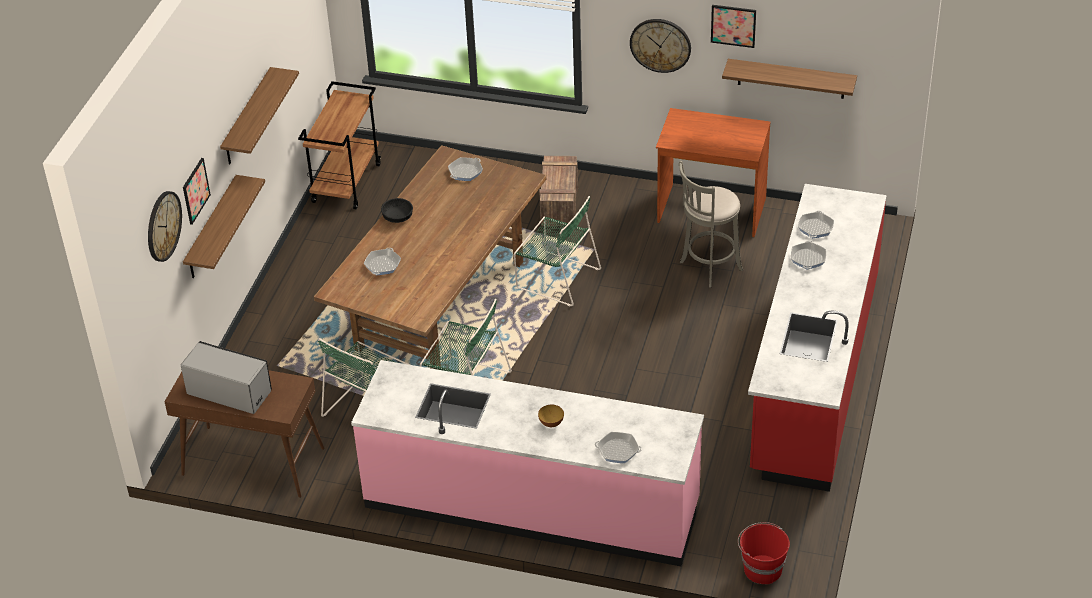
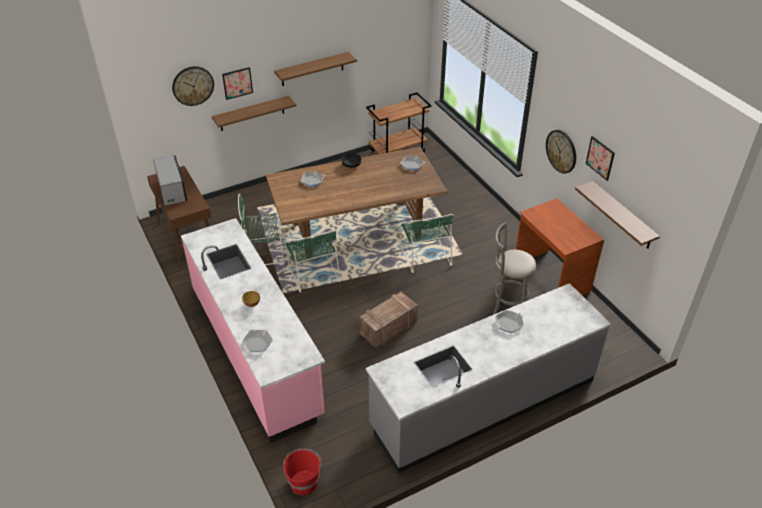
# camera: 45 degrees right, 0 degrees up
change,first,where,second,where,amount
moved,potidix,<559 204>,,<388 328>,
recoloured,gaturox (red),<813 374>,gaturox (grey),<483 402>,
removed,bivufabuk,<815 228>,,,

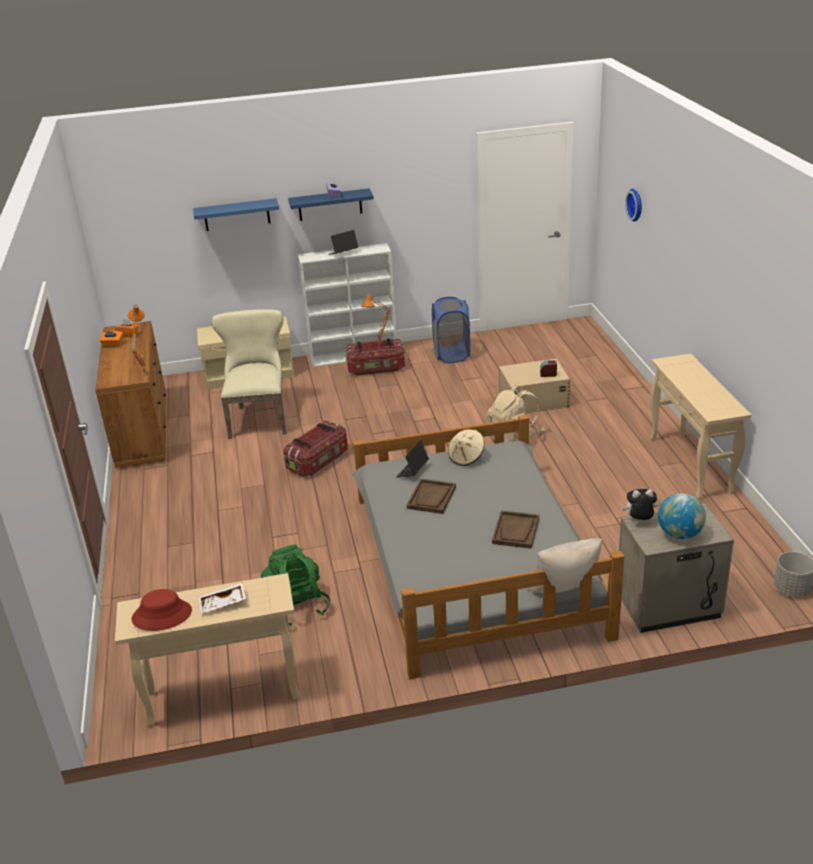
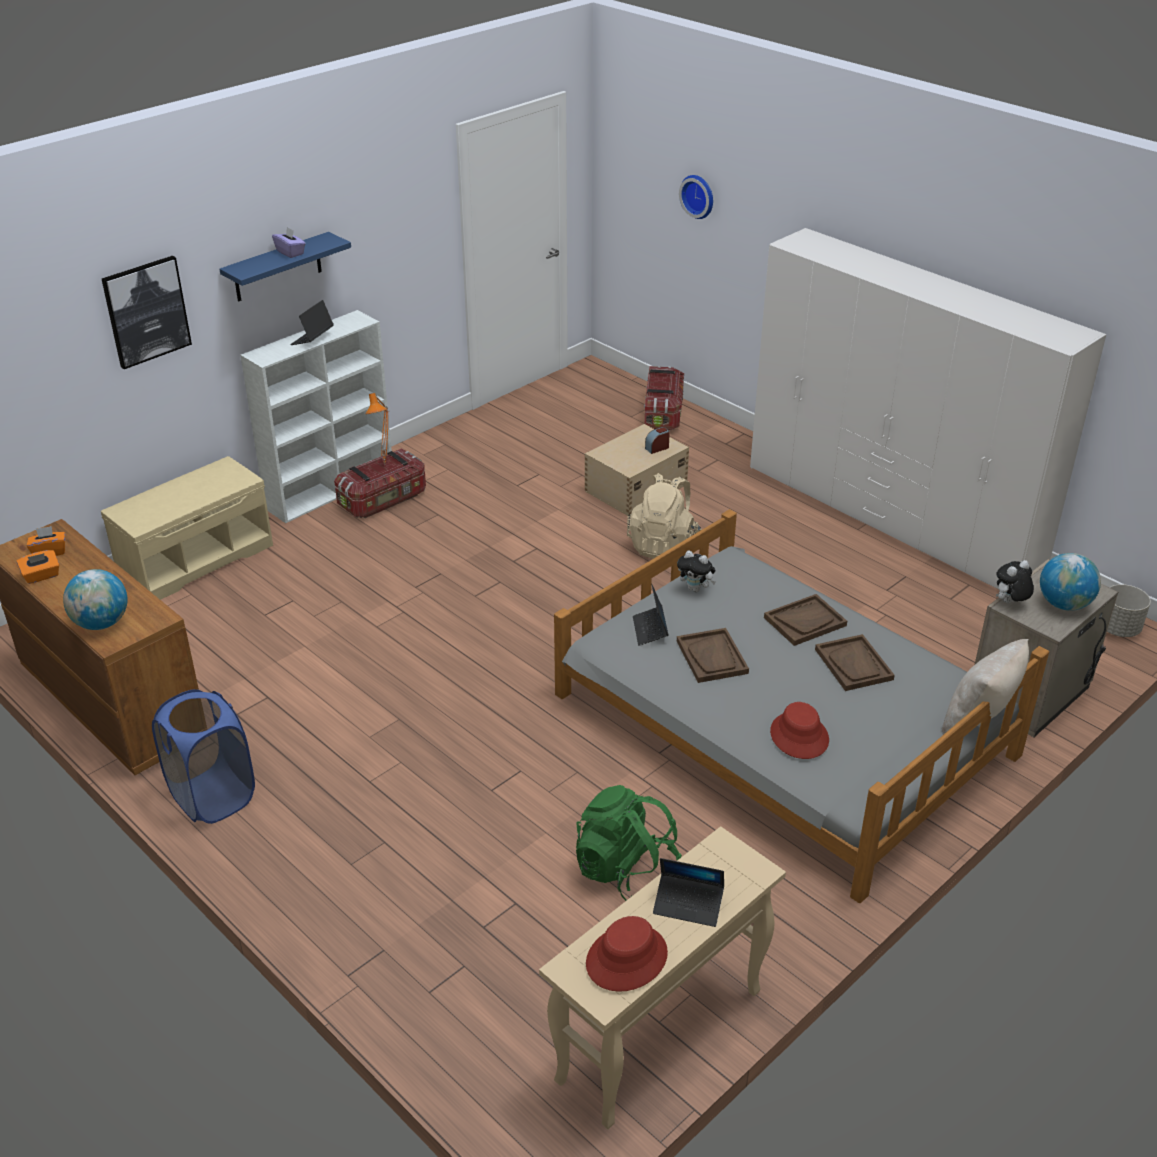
# camera: 35 degrees left, 5 degrees up
change,first,where,second,where,amount
removed,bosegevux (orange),<143 373>,,,
replaced,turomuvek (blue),<236 215>,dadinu,<146 311>,
replaced,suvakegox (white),<223 604>,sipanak,<688 905>,
removed,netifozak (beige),<259 418>,,,
moved,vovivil,<319 461>,,<662 414>,
moved,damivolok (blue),<451 355>,,<212 796>,
replaced,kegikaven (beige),<466 457>,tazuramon,<695 589>,
replaced,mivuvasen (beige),<691 465>,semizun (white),<889 518>,
added,,,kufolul,<101 623>,
added,,,suvakegox (brown),<805 621>,
added,,,kegikaven (red),<799 736>,

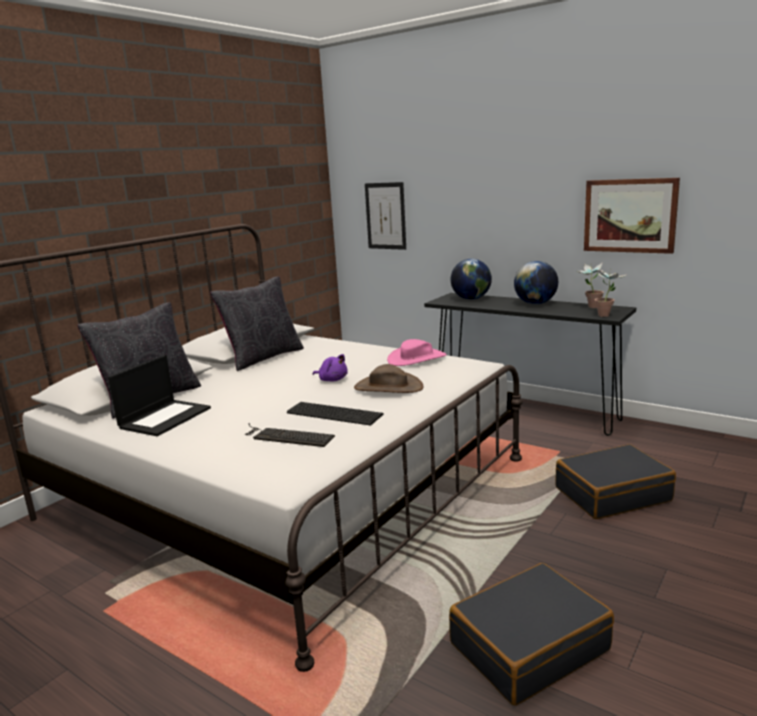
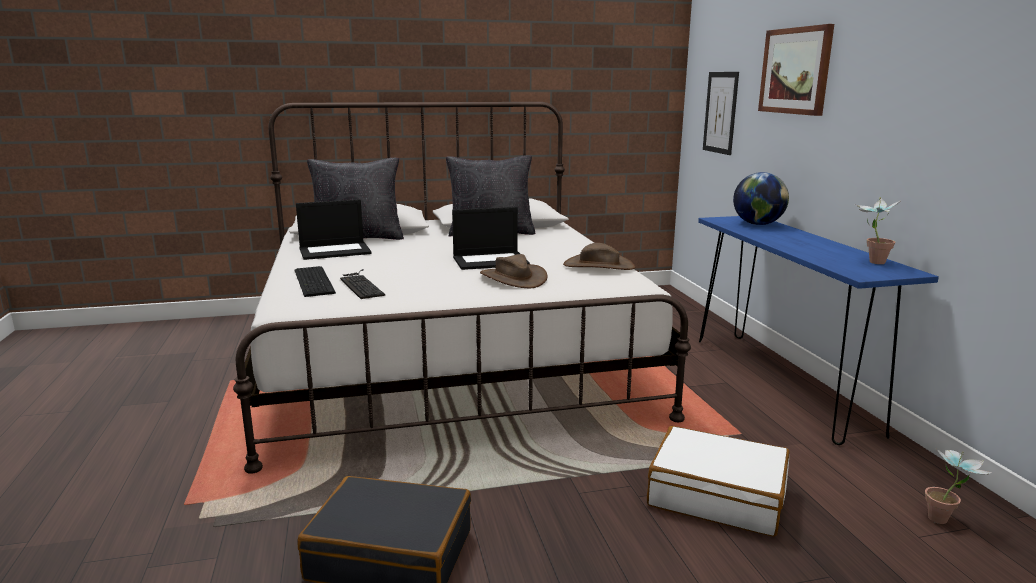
# camera: 40 degrees right, 0 degrees up
change,first,where,second,where,amount
moved,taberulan,<334 413>,,<315 281>,
replaced,tazuramon (purple),<332 380>,sipanak,<491 261>,
recoloured,kegikaven (pink),<417 359>,kegikaven (brown),<598 266>,
recoloured,mivuvasen (black),<523 410>,mivuvasen (blue),<780 382>,
removed,kufolul,<535 303>,,,
recoloured,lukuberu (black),<612 494>,lukuberu (white),<717 495>,
moved,dadinu,<630 215>,,<795 71>,
moved,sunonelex,<607 315>,,<945 520>,

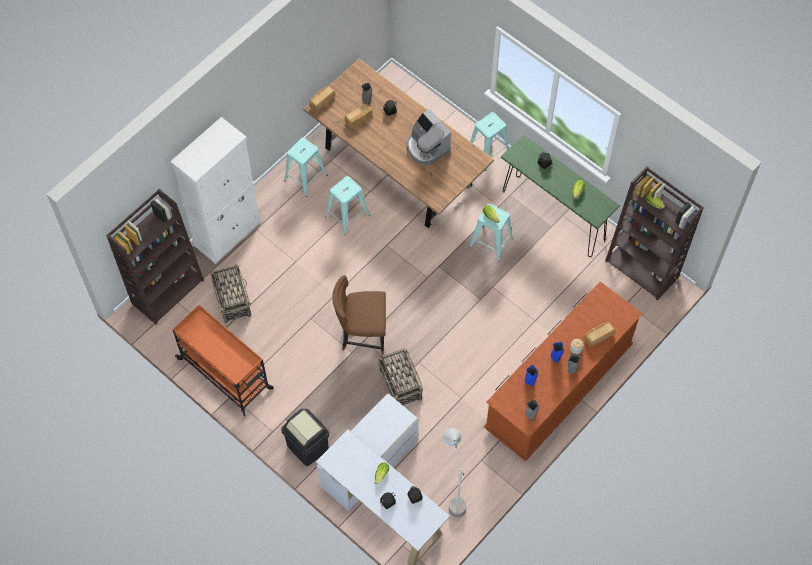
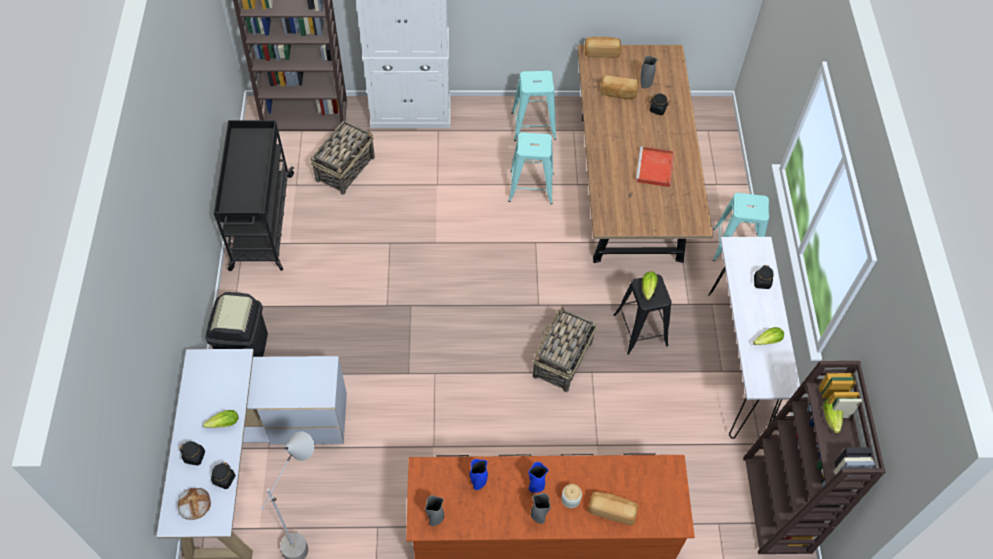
# camera: 45 degrees right, 5 degrees down
change,first,where,second,where,amount
recoloured,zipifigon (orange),<226 374>,zipifigon (black),<261 222>,
removed,netifozak (brown),<362 334>,,,
moved,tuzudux,<400 385>,,<562 360>,
replaced,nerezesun,<427 147>,suvakegox (red),<655 169>,
recoloured,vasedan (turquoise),<491 242>,vasedan (black),<640 330>,
recoloured,mivuvasen (green),<553 215>,mivuvasen (white),<736 362>,
added,,,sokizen,<194 504>,

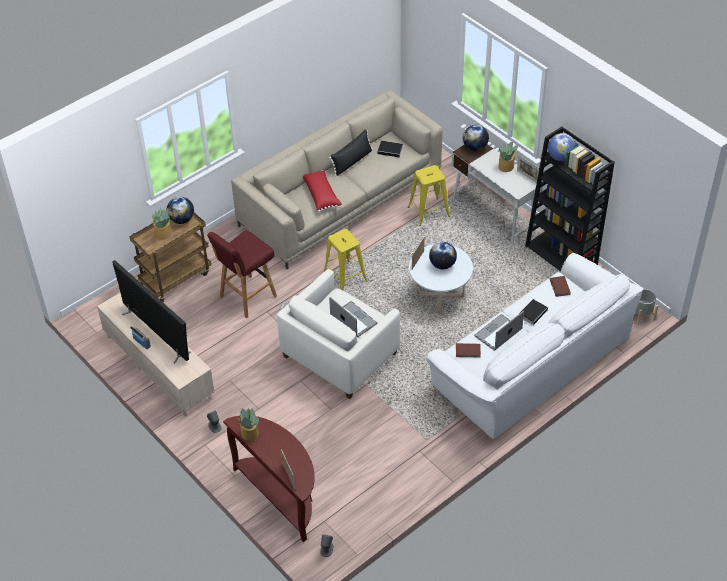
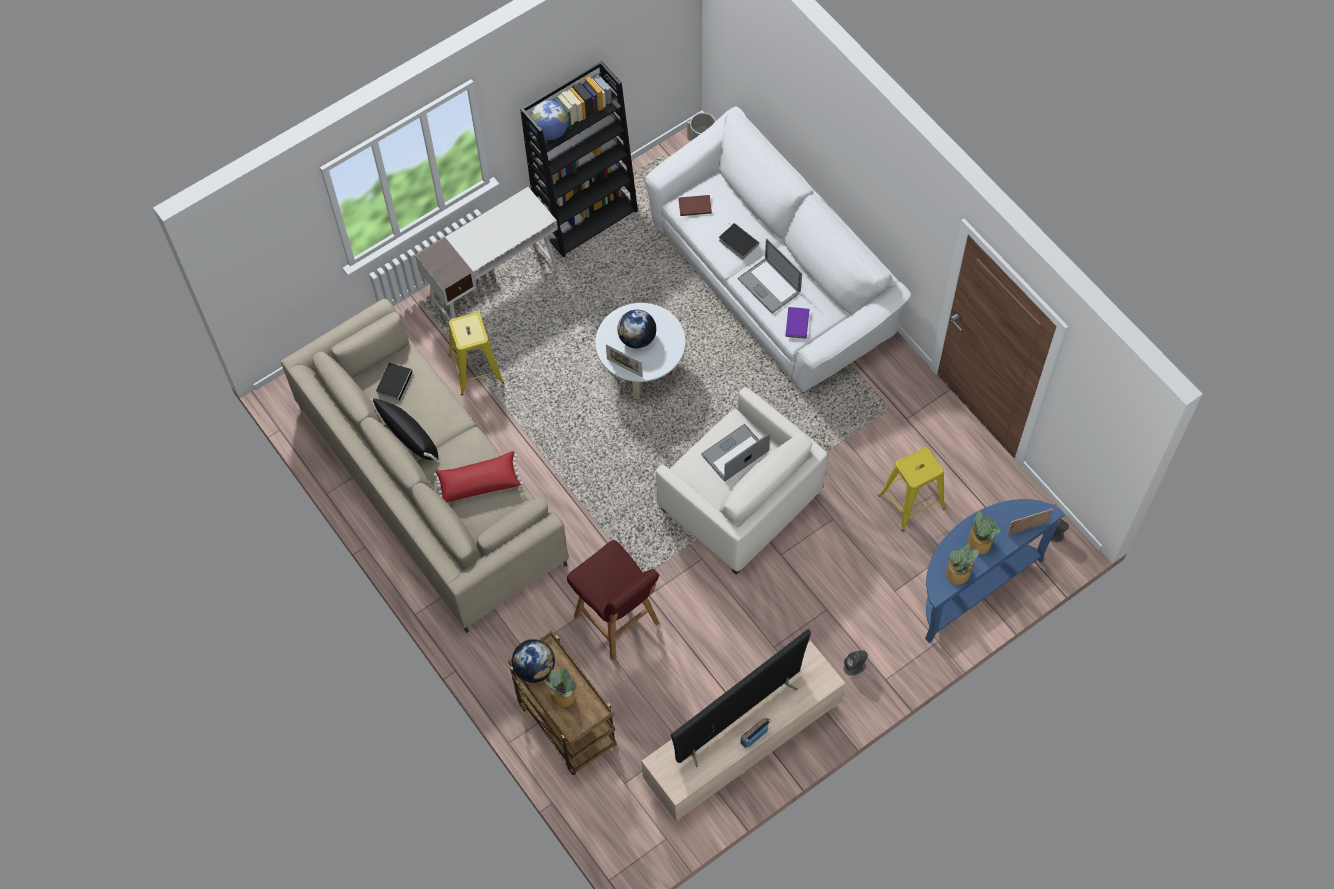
# camera: 85 degrees left, 15 degrees up
change,first,where,second,where,amount
recoloured,mivuvasen (brown),<280 496>,mivuvasen (blue),<972 585>,
moved,vasedan (yellow),<345 277>,,<911 502>,
recoloured,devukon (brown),<468 351>,devukon (purple),<798 323>,
removed,kufolul,<475 147>,,,
moved,sunonelex,<506 167>,,<979 542>,
removed,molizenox,<527 177>,,,

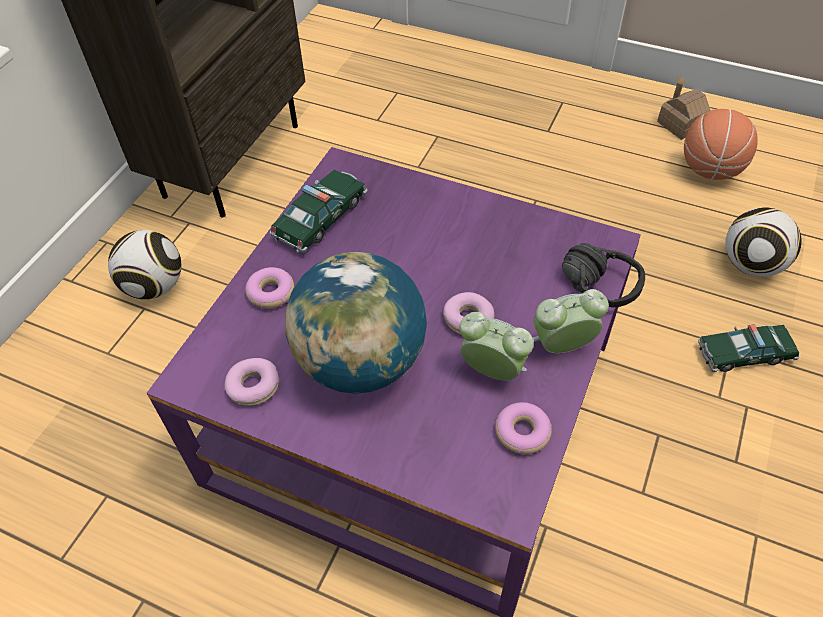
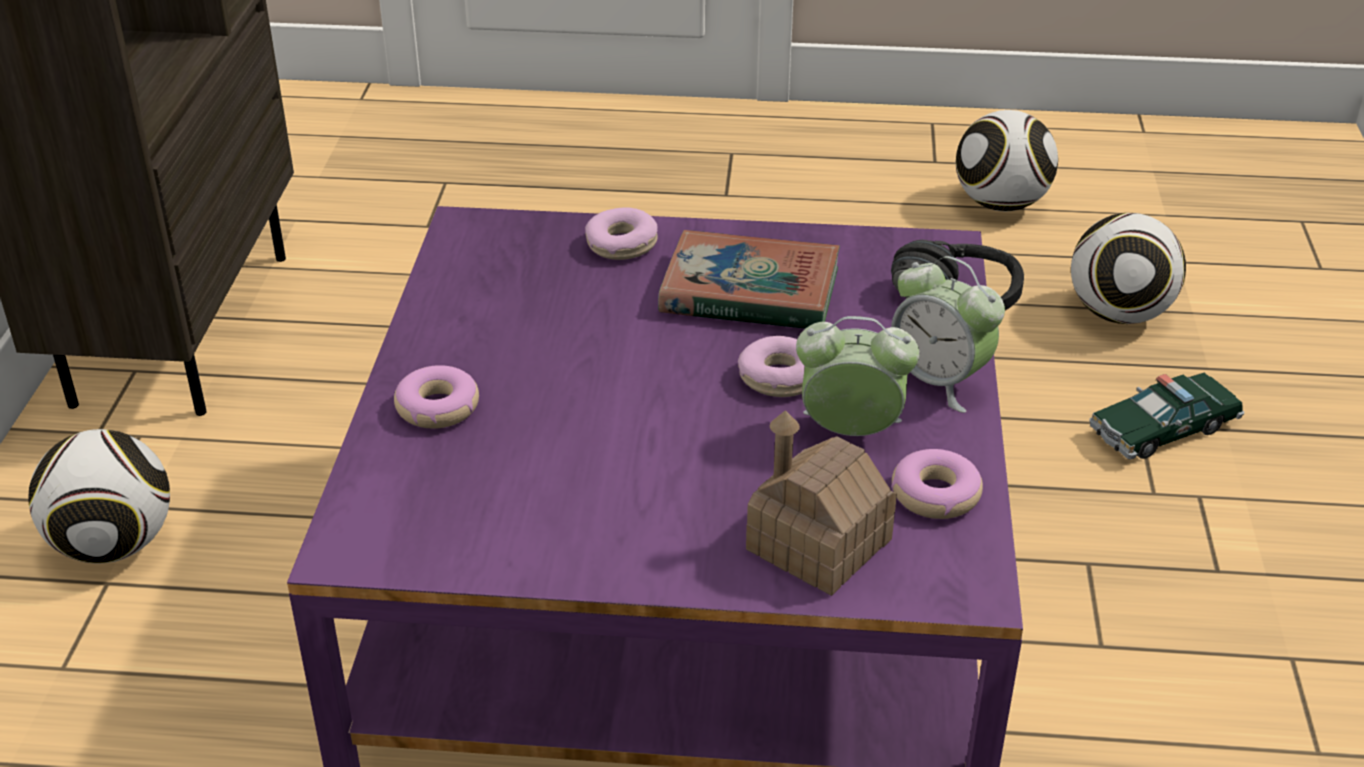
# camera: 20 degrees left, 15 degrees down
change,first,where,second,where,amount
moved,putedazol,<253 386>,,<621 244>,
removed,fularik,<321 218>,,,
removed,kufolul,<361 362>,,,
turned,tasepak,<562 346>,,<938 381>,105 degrees counterclockwise
moved,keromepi,<681 124>,,<818 544>,
replaced,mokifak,<710 169>,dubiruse,<1001 203>,
added,,,devukon,<750 292>,

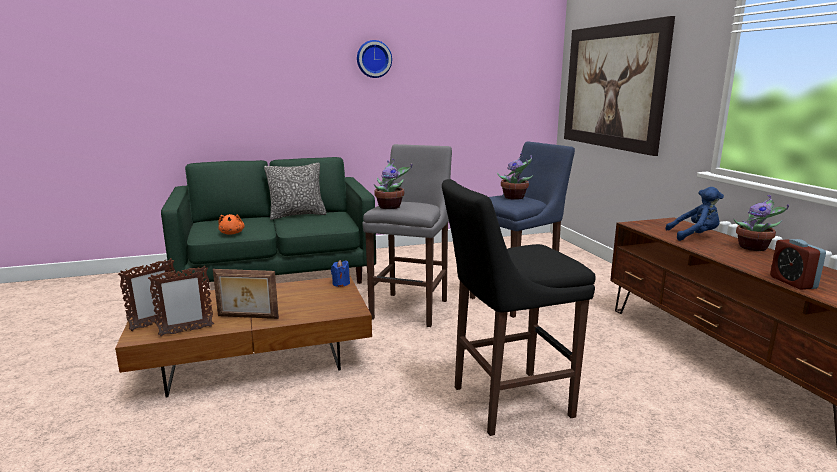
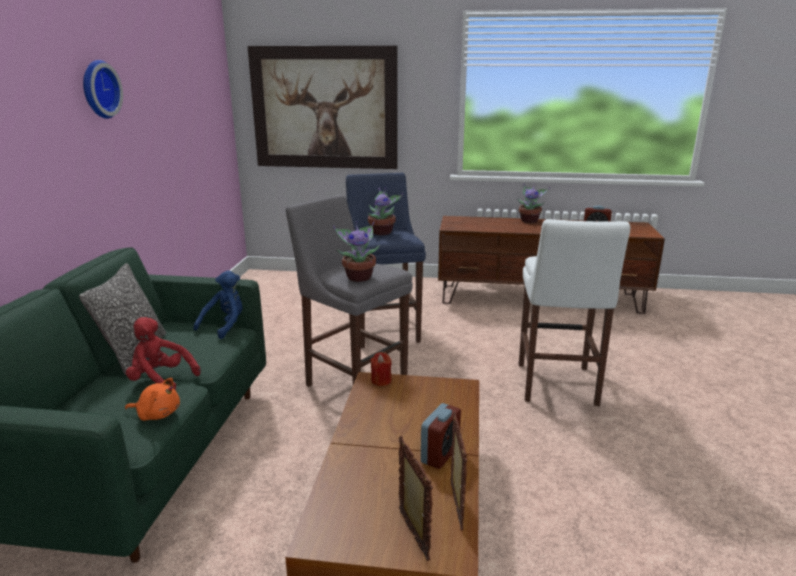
# camera: 65 degrees left, 5 degrees up
change,first,where,second,where,amount
replaced,molizenox,<247 317>,tasepak,<440 454>,
recoloured,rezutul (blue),<341 284>,rezutul (red),<381 381>,
recoloured,vasedan (black),<506 402>,vasedan (white),<556 386>,
moved,tazuramon (blue),<695 236>,,<225 326>,
added,,,tazuramon (red),<160 381>,

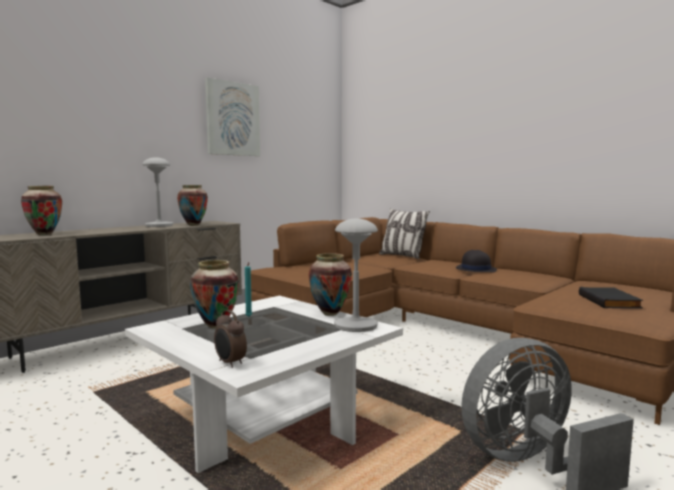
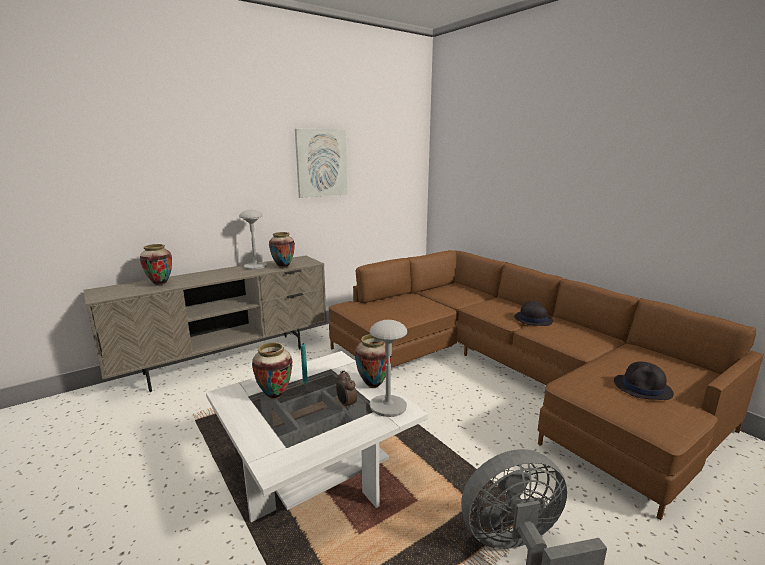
# camera: 10 degrees right, 10 degrees up
change,first,where,second,where,amount
moved,tasepak,<230 363>,,<346 405>,
removed,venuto,<402 256>,,,
replaced,devukon (black),<610 301>,kegikaven (black),<643 388>,

